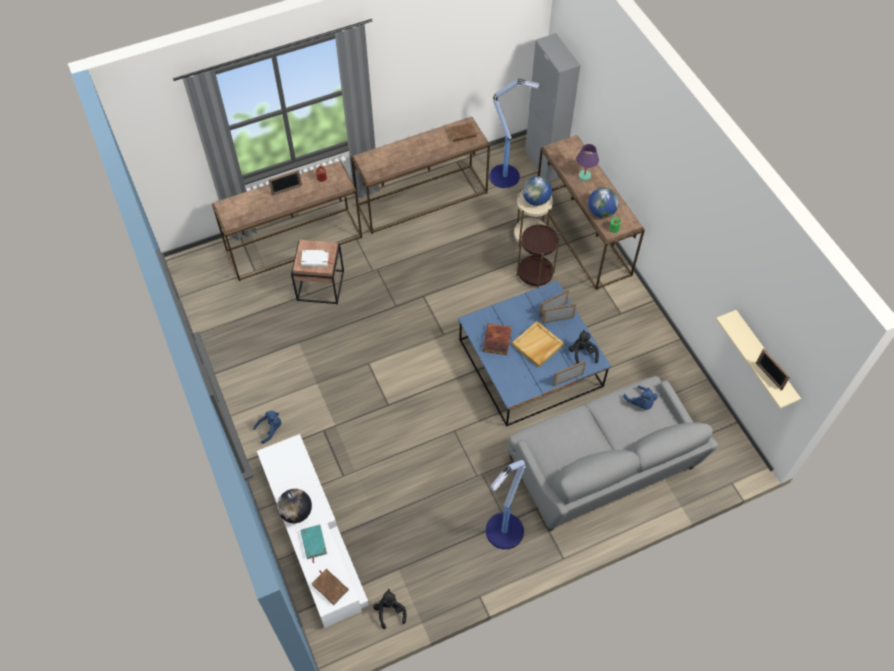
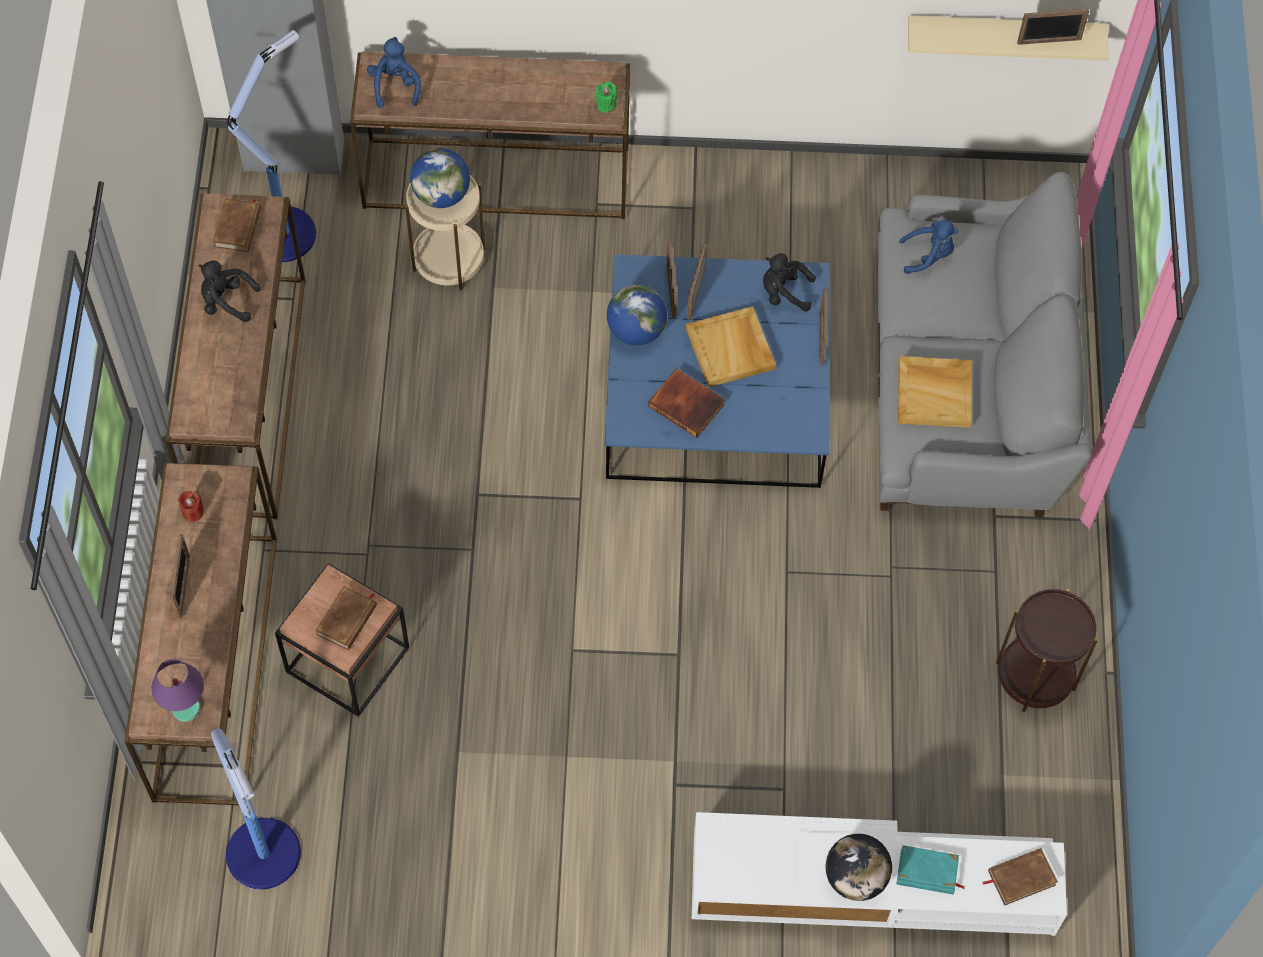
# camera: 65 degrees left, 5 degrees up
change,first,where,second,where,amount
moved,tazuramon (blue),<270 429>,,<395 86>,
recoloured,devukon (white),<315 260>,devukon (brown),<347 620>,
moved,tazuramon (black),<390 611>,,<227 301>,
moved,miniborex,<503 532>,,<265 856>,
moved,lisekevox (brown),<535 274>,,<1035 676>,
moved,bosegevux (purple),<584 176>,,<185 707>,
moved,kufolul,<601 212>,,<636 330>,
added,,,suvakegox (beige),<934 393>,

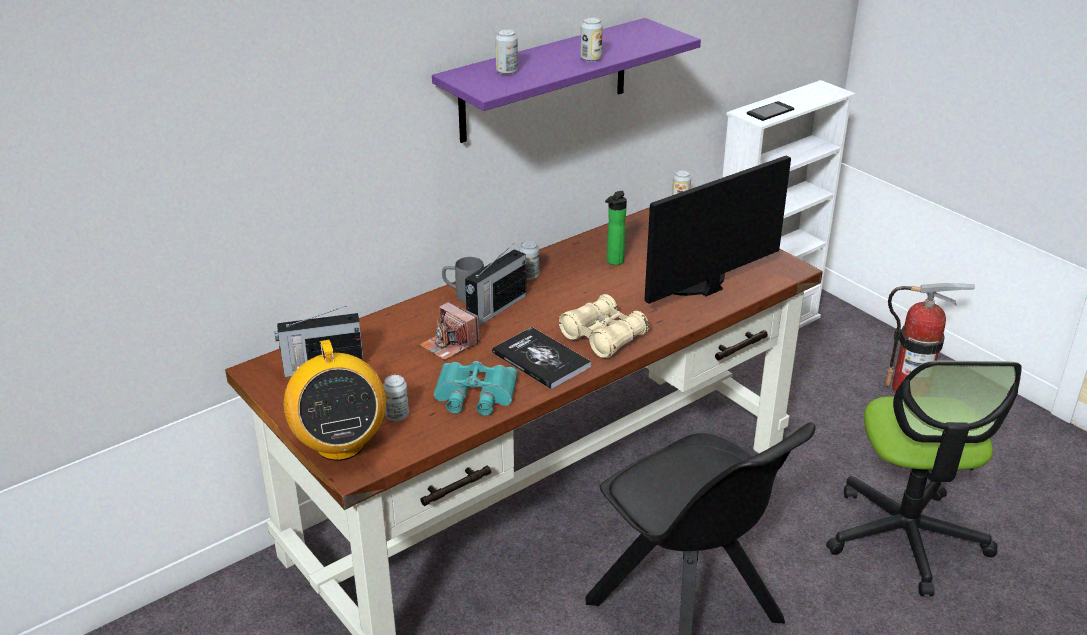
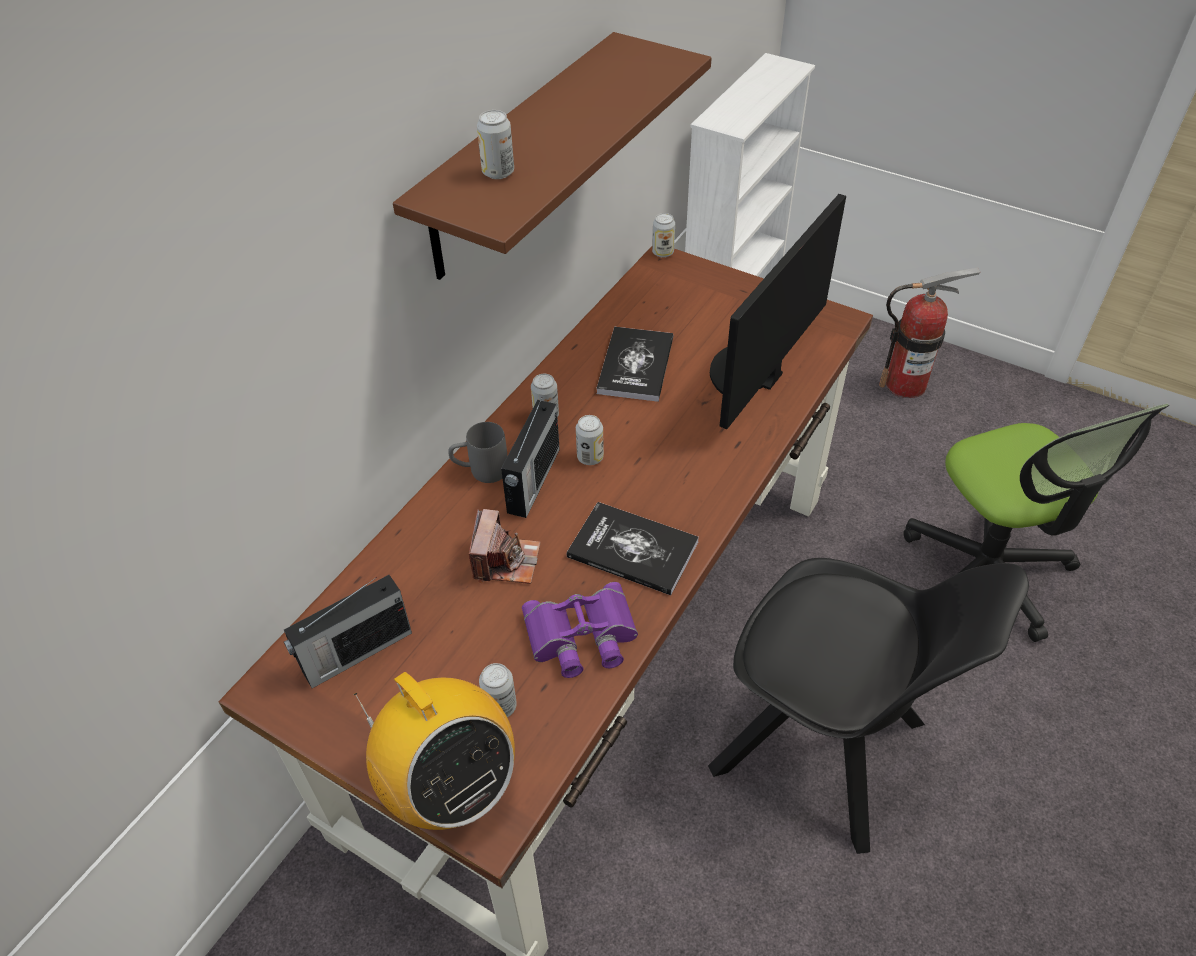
# camera: 20 degrees left, 15 degrees up
change,first,where,second,where,amount
turned,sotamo,<449 345>,,<505 561>,105 degrees counterclockwise
recoloured,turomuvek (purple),<544 80>,turomuvek (brown),<518 157>,
recoloured,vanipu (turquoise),<474 395>,vanipu (purple),<581 637>,
removed,vanipu (beige),<603 337>,,,
moved,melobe,<591 58>,,<590 457>,
replaced,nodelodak,<613 262>,devukon,<635 365>,
removed,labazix,<770 112>,,,

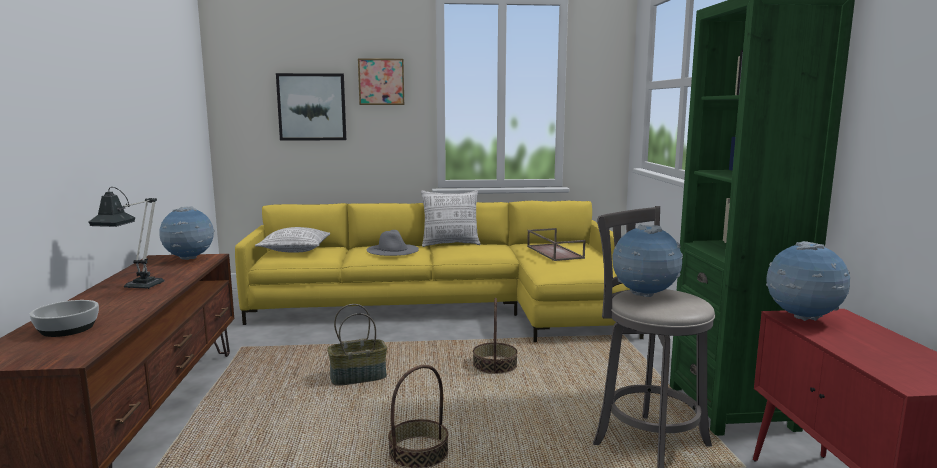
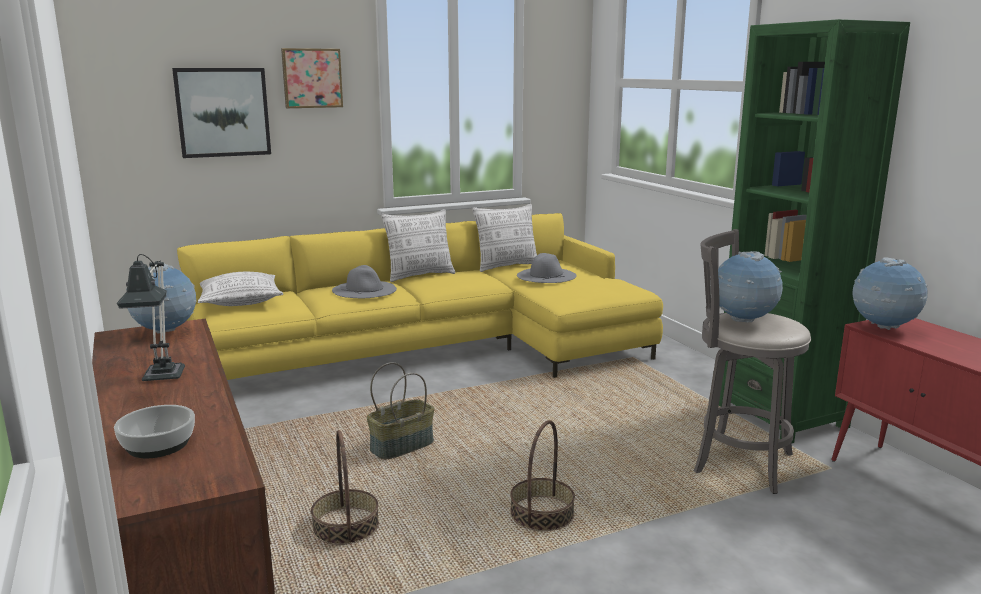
# camera: 20 degrees left, 5 degrees up
change,first,where,second,where,amount
moved,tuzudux,<494 365>,,<345 526>,
replaced,suvakegox (brown),<553 252>,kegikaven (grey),<546 275>,
added,,,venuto,<506 266>,

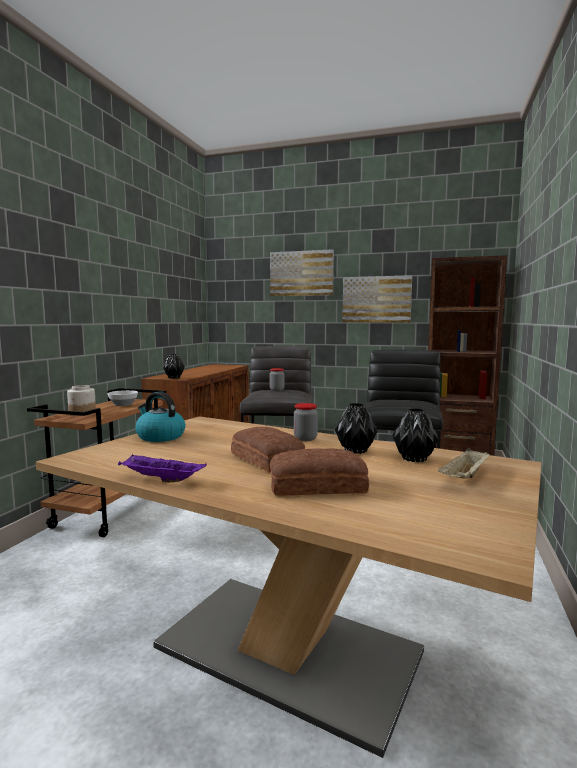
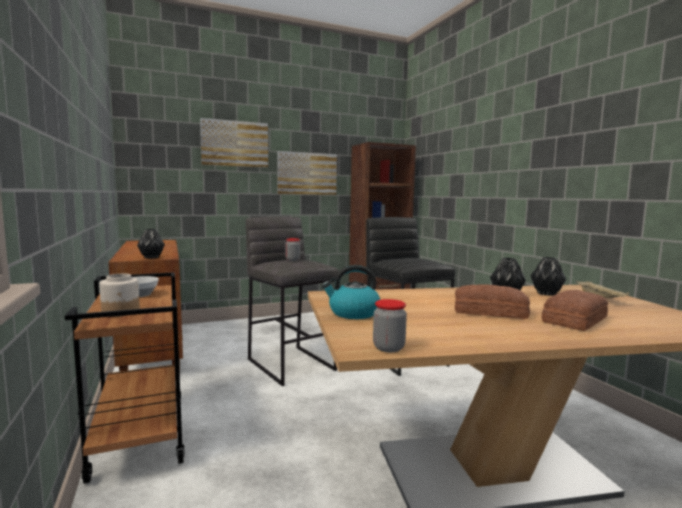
# camera: 40 degrees left, 0 degrees up
change,first,where,second,where,amount
removed,suvakegox (purple),<160 480>,,,
moved,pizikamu,<305 438>,,<388 348>,

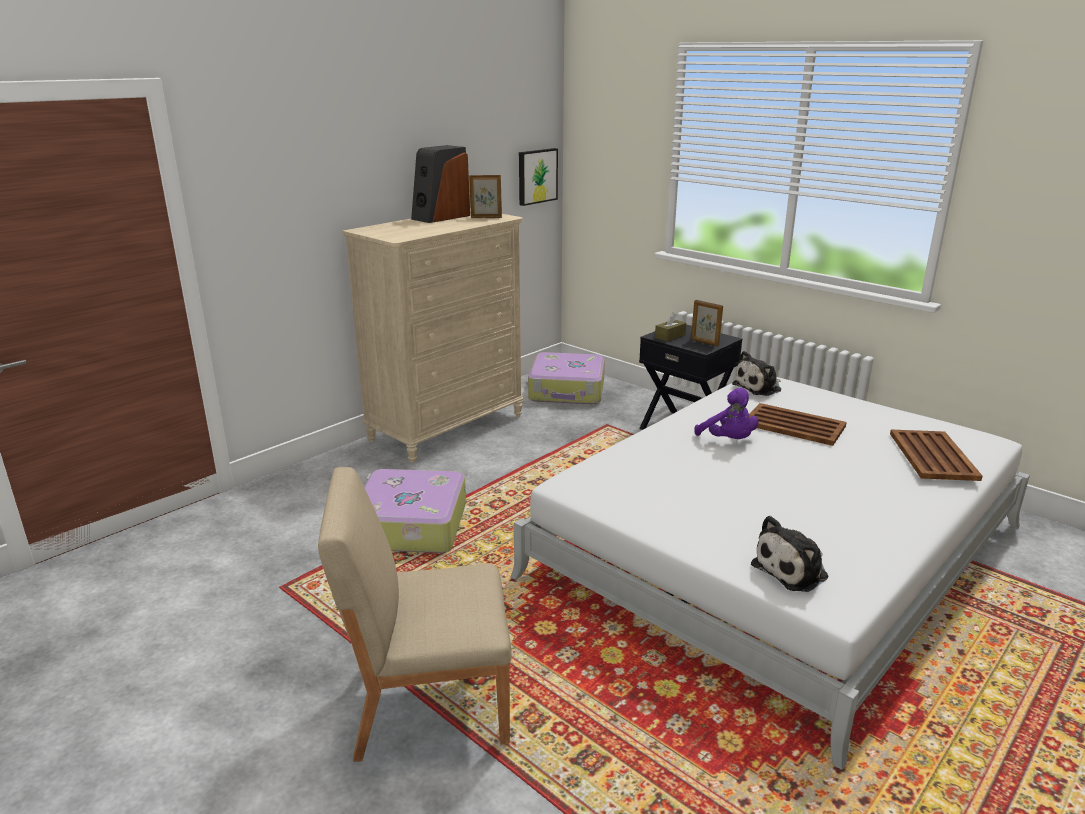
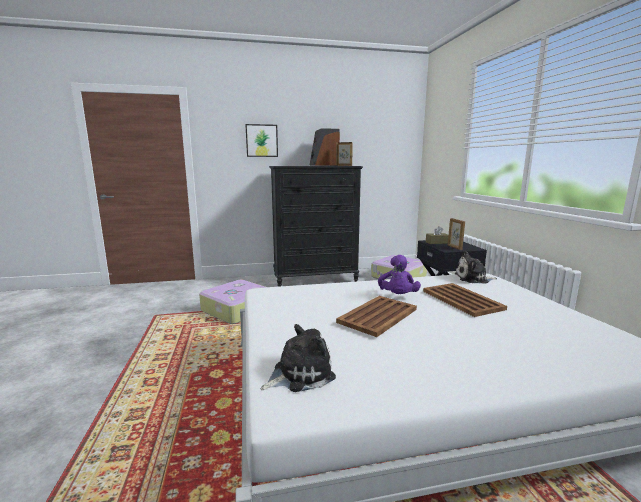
# camera: 35 degrees right, 10 degrees down
change,first,where,second,where,amount
removed,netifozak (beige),<428 702>,,,
recoloured,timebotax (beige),<447 427>,timebotax (black),<315 278>,
moved,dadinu,<536 176>,,<261 140>,
turned,tazuramon,<793 570>,,<300 374>,150 degrees clockwise
moved,suvakegox (brown),<932 455>,,<378 315>,

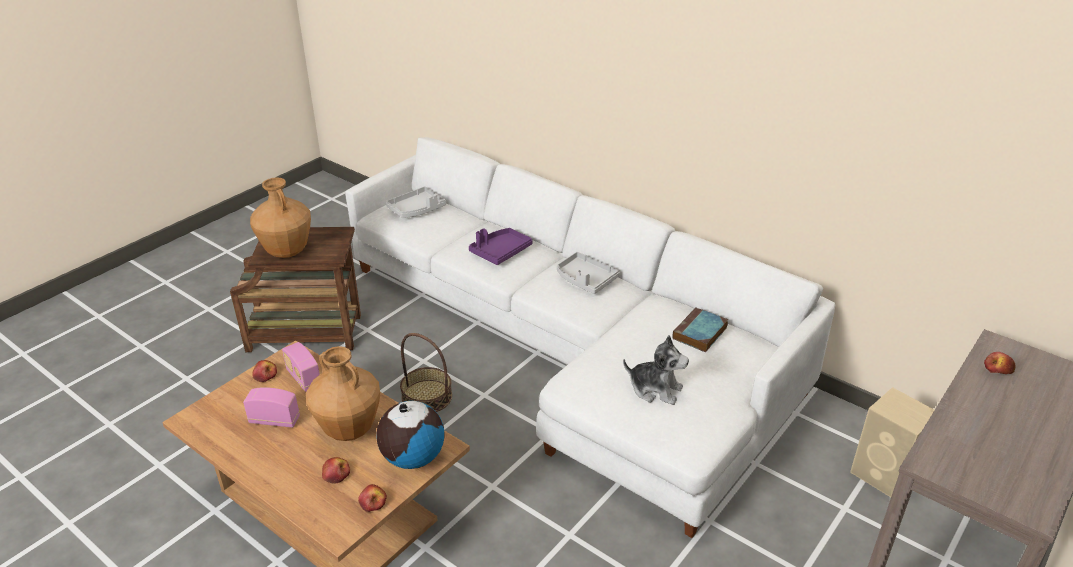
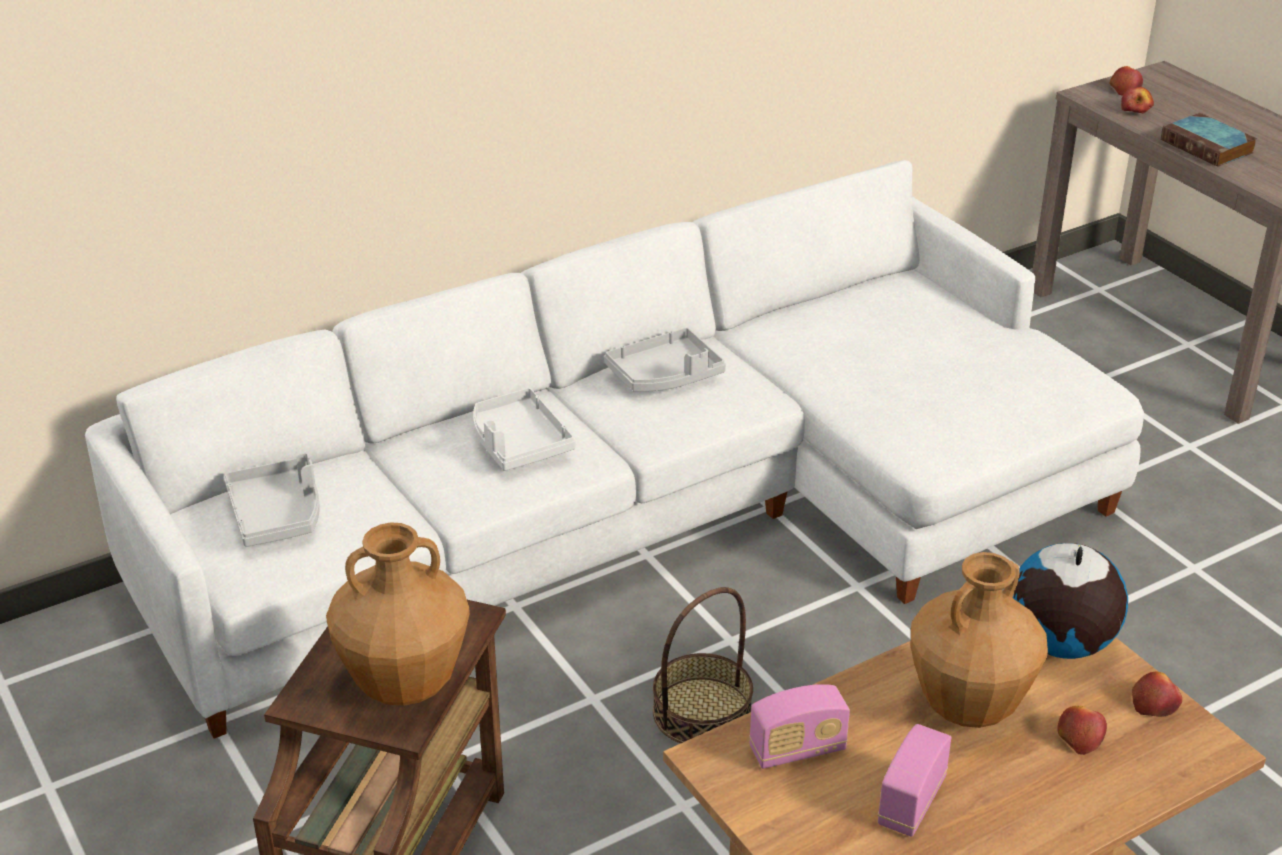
# camera: 70 degrees left, 0 degrees up
change,first,where,second,where,amount
moved,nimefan,<265 375>,,<1124 89>,
recoloured,suvakegox (purple),<500 252>,suvakegox (white),<518 443>,
removed,tazuramon,<655 389>,,,
moved,devukon,<699 334>,,<1209 147>,
removed,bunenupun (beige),<885 475>,,,

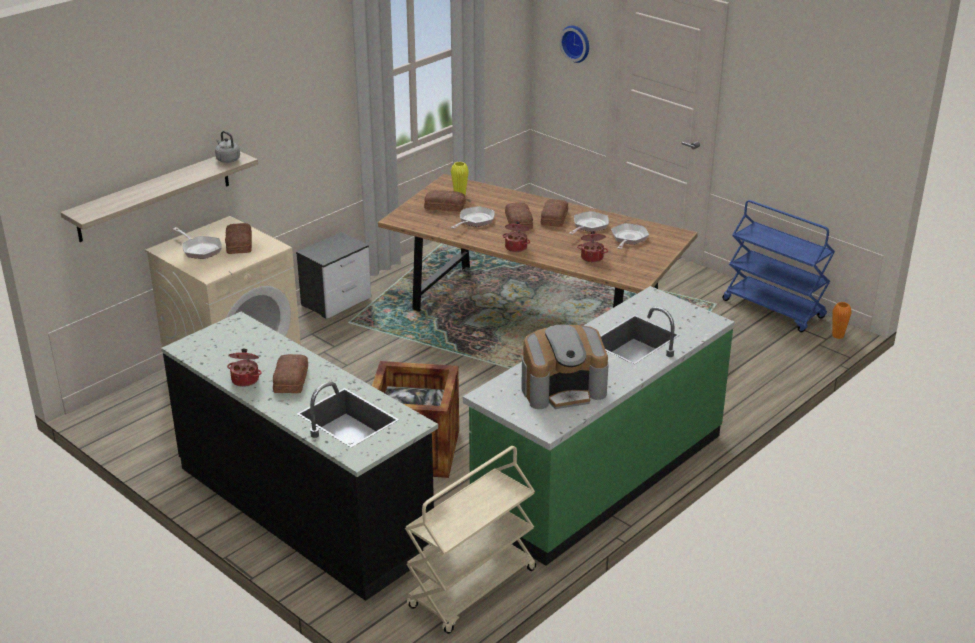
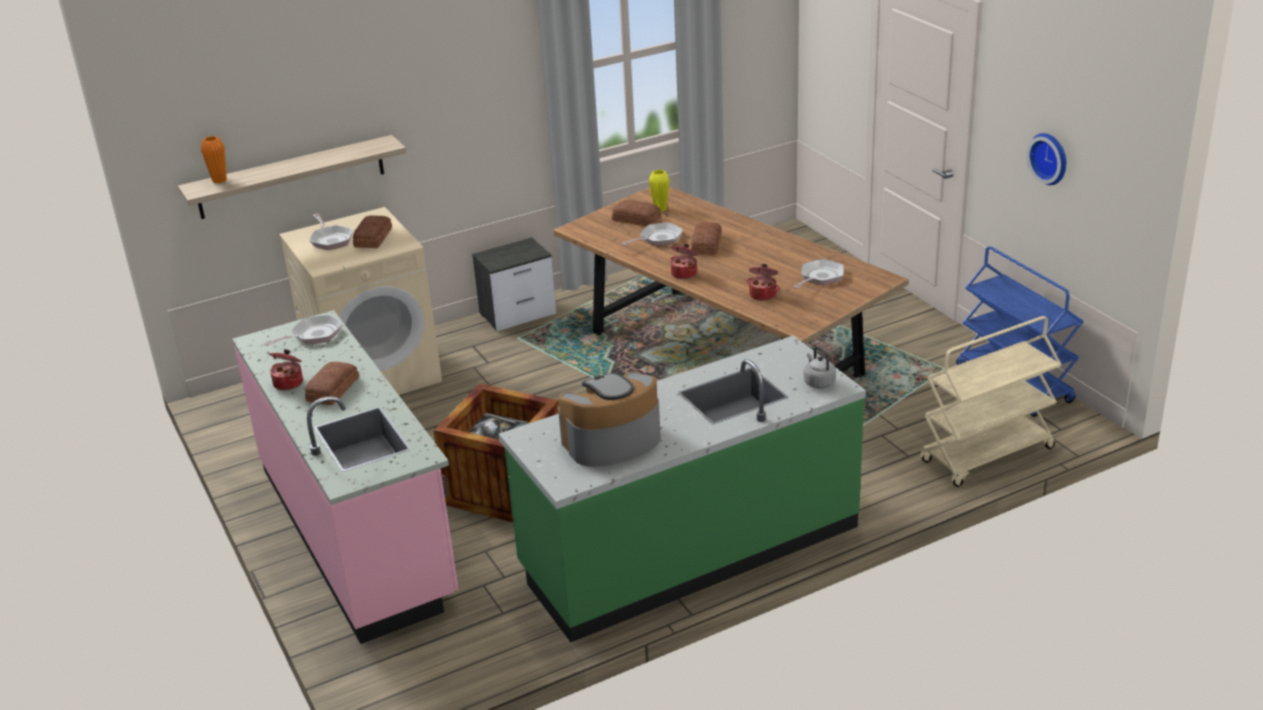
# camera: 20 degrees right, 0 degrees up
change,first,where,second,where,amount
recoloured,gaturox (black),<305 508>,gaturox (pink),<358 532>,
moved,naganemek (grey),<227 159>,,<818 382>,
moved,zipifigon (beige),<472 589>,,<987 456>,
turned,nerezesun,<563 389>,,<612 442>,150 degrees clockwise
removed,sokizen,<553 218>,,,
moved,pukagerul,<576 43>,,<1050 158>,
moved,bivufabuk,<589 226>,,<313 335>,
moved,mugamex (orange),<838 336>,,<219 180>,

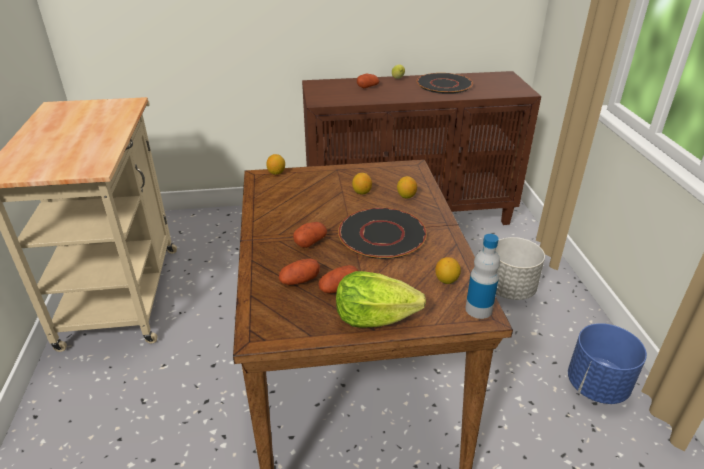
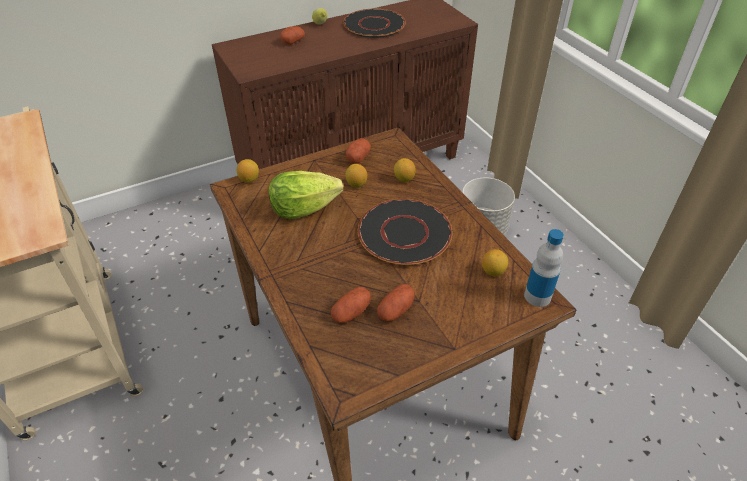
# camera: 20 degrees left, 10 degrees up
change,first,where,second,where,amount
moved,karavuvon,<310 242>,,<358 157>,
moved,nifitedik,<374 318>,,<303 209>,
removed,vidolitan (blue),<597 386>,,,

